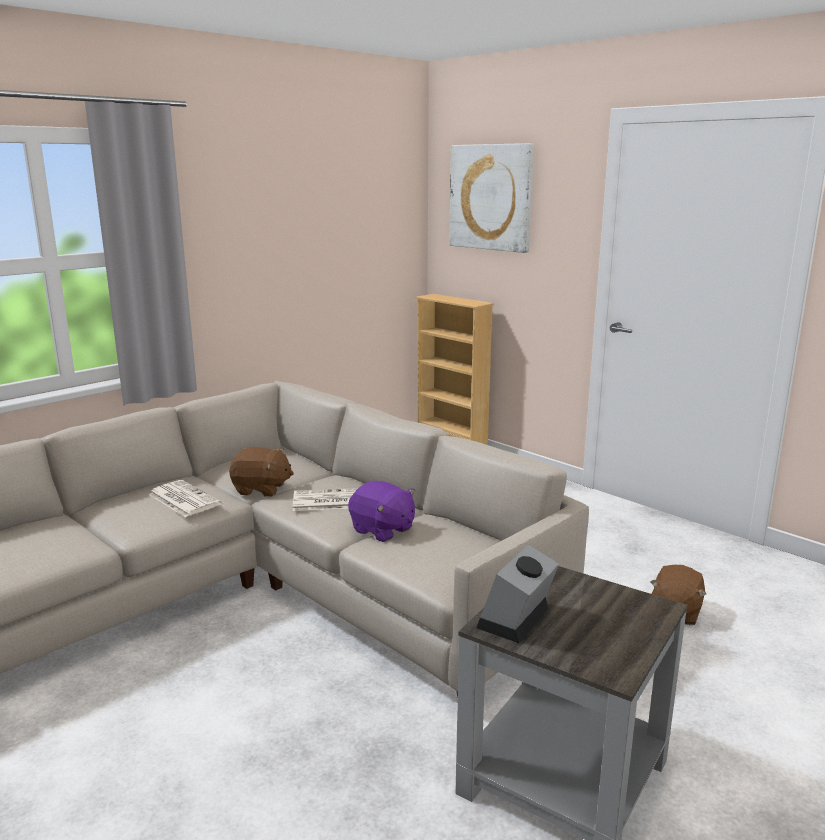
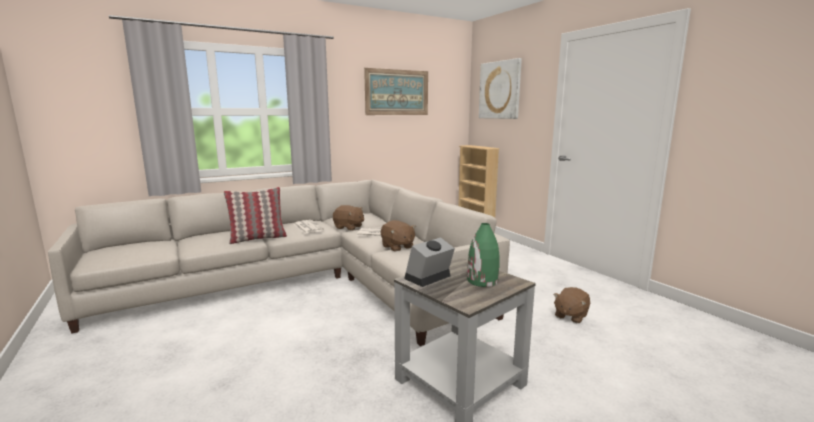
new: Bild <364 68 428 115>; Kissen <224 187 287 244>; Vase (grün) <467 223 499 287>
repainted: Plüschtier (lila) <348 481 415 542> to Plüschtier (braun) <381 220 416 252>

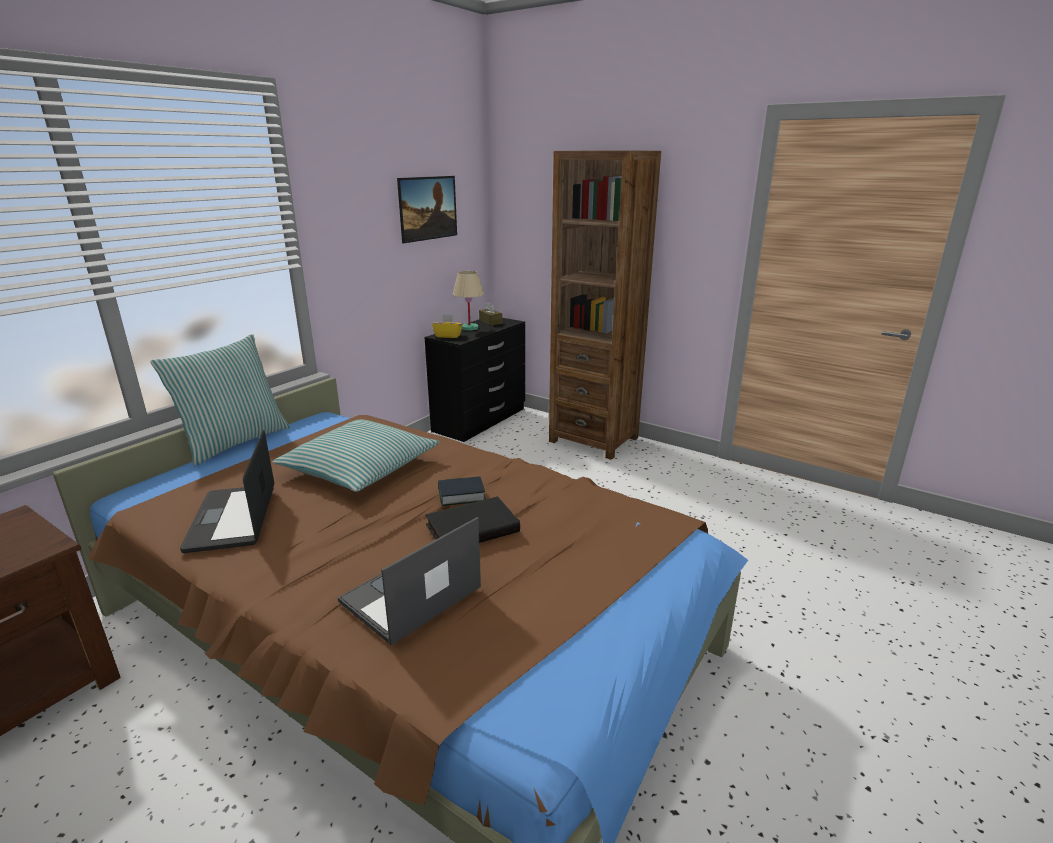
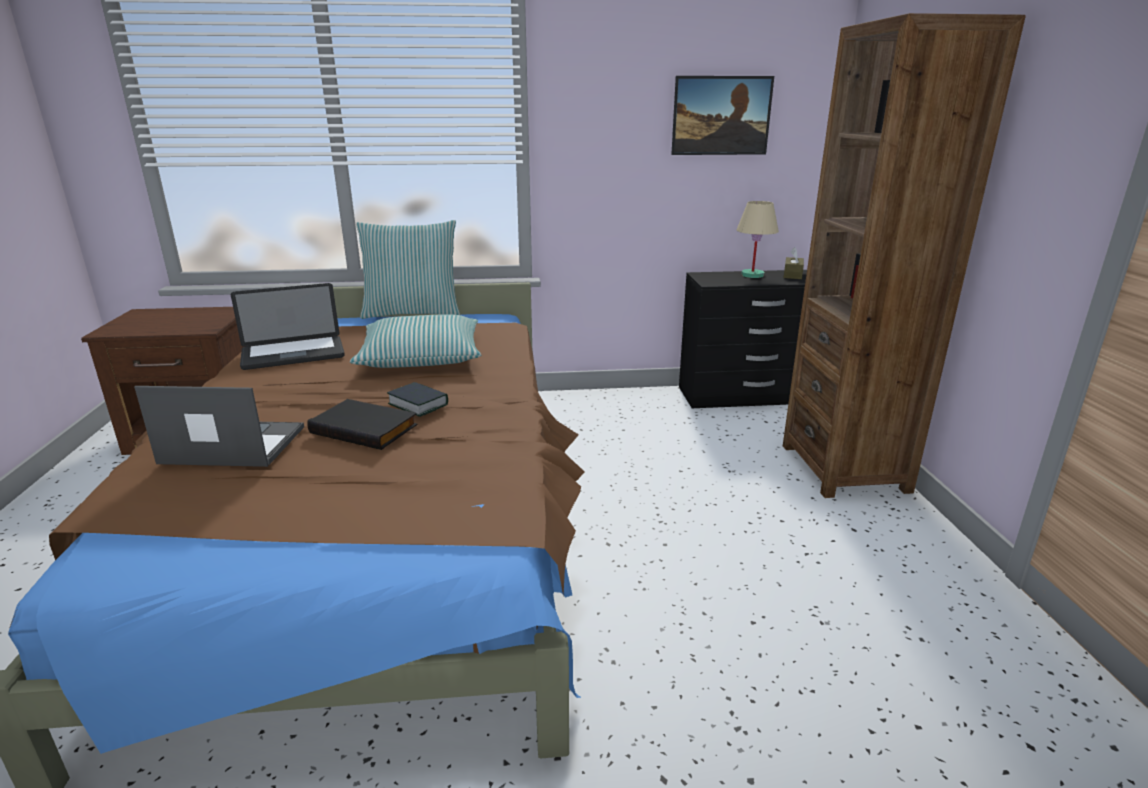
gone: Taschentuchbox (gelb) <432 314 463 338>
rotated: Laptop <180 430 274 553> = <231 283 345 370> 150 degrees counterclockwise

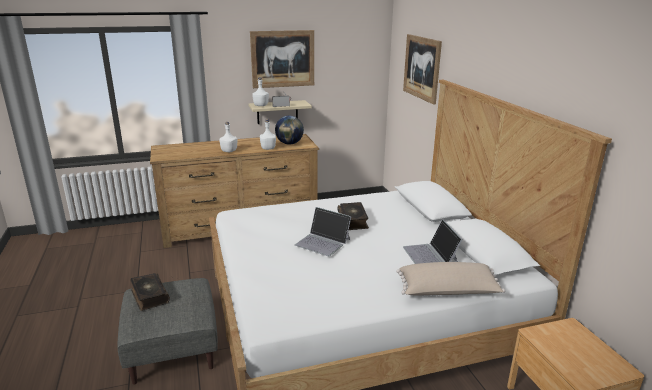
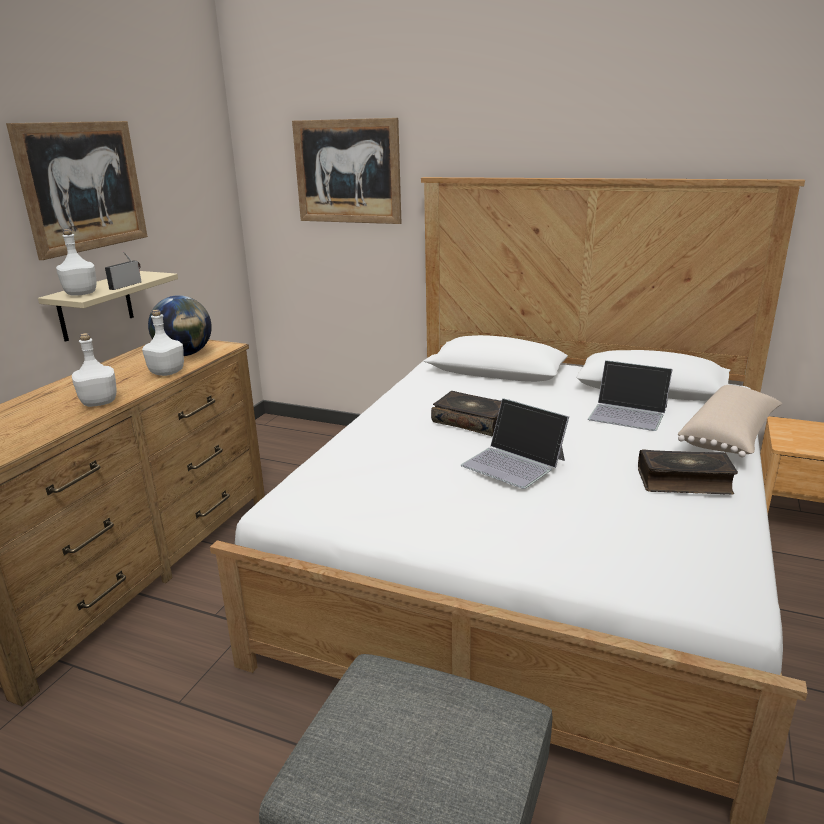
shifted: Buch <131 273 170 311> to <638 449 738 495>
rotated: Laptop <295 207 352 256> = <461 398 569 489> 60 degrees clockwise

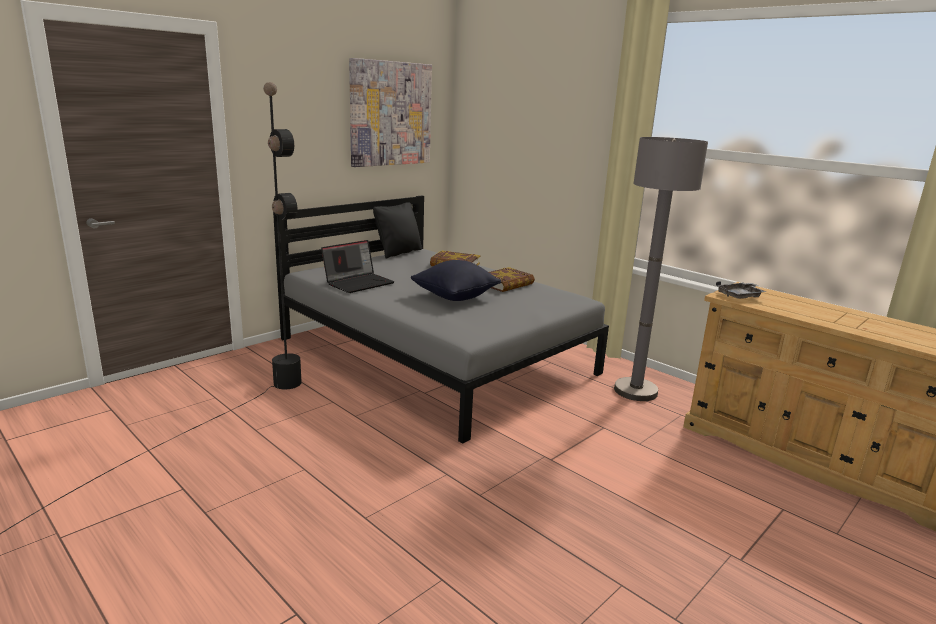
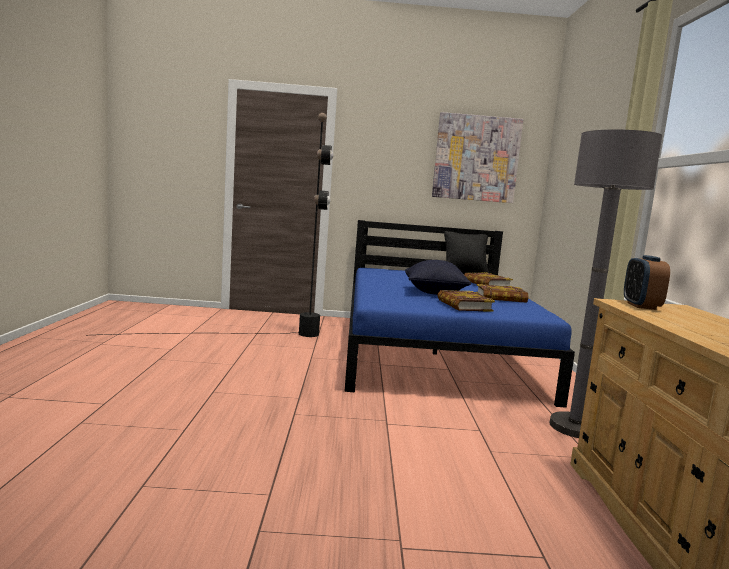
gone: Laptop <321 240 395 293>
new: Buch <437 290 495 312>
swapped: Tablett (grau) <716 281 767 299> to Wecker <624 255 670 310>
repainted: Bett (grau) <273 196 609 444> to Bett (blau) <344 220 575 408>

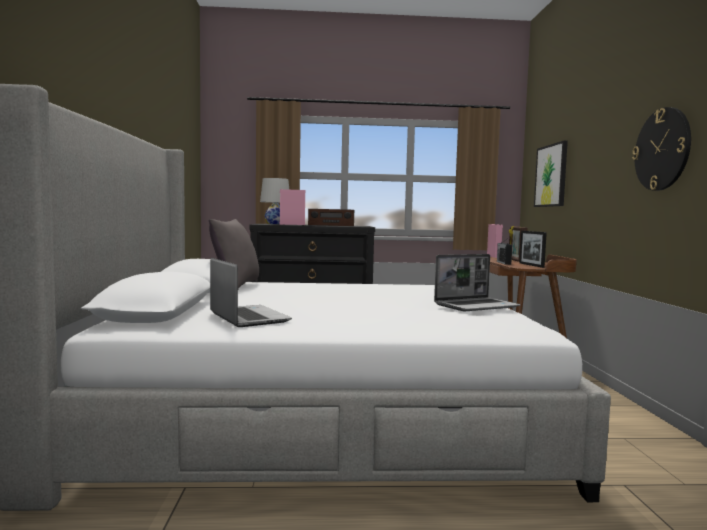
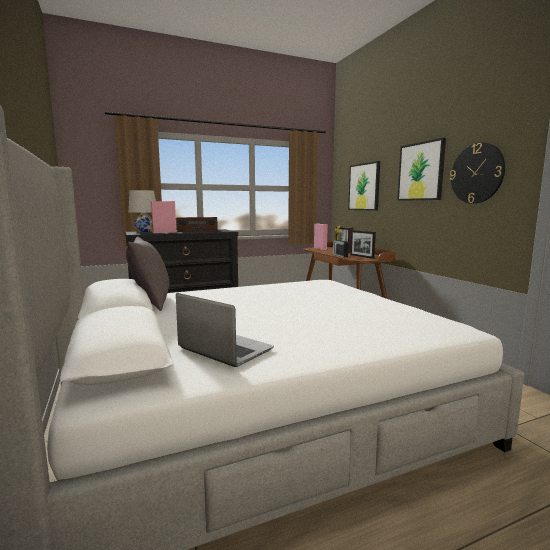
gone: Laptop <434 254 521 311>
new: Bild <397 138 446 201>

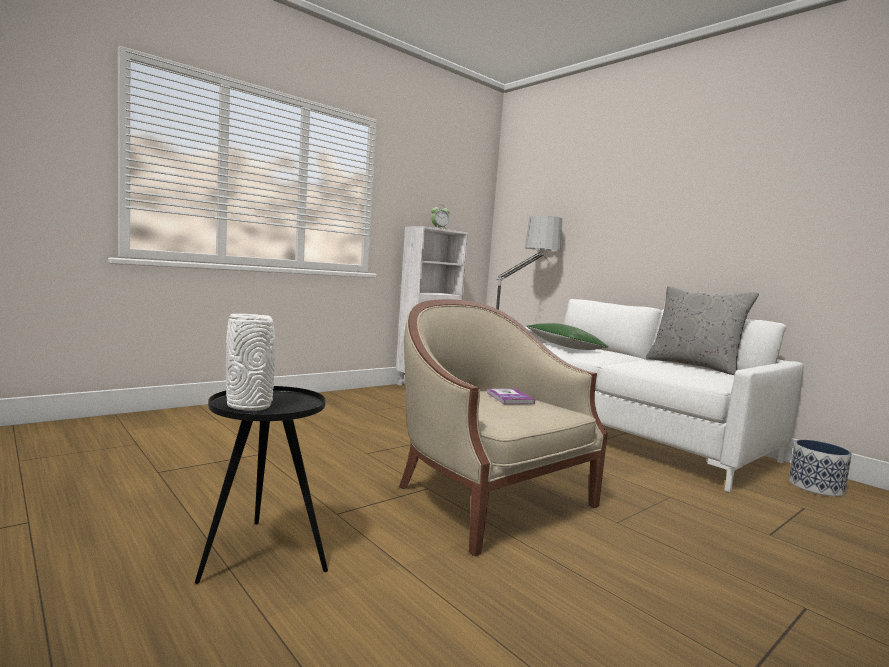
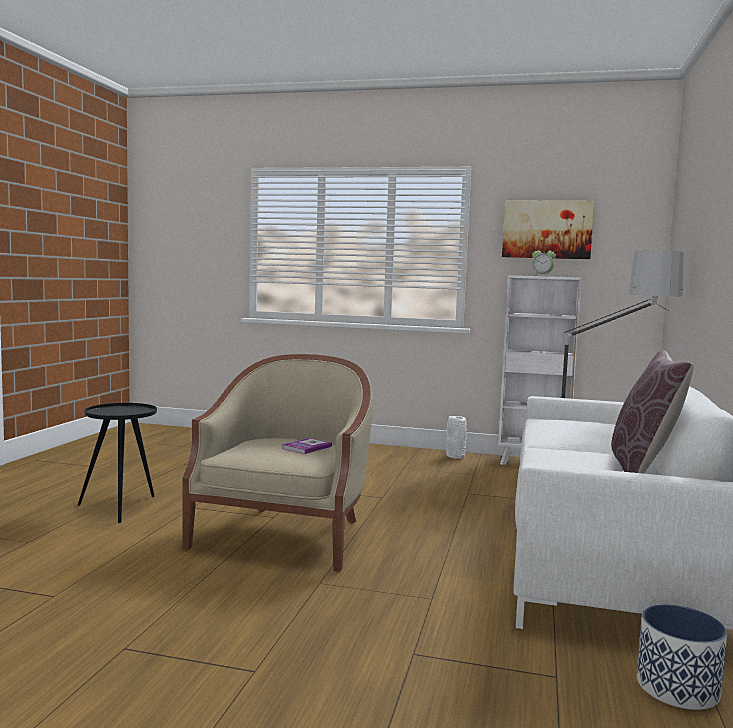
gone: Kissen (grün) <526 323 609 350>
new: Bild <502 200 594 259>
shifted: Vase (weiß) <226 314 275 411> to <446 416 467 459>
repainted: Kissen (grau) <646 286 759 375> to Kissen (braun) <611 350 694 474>

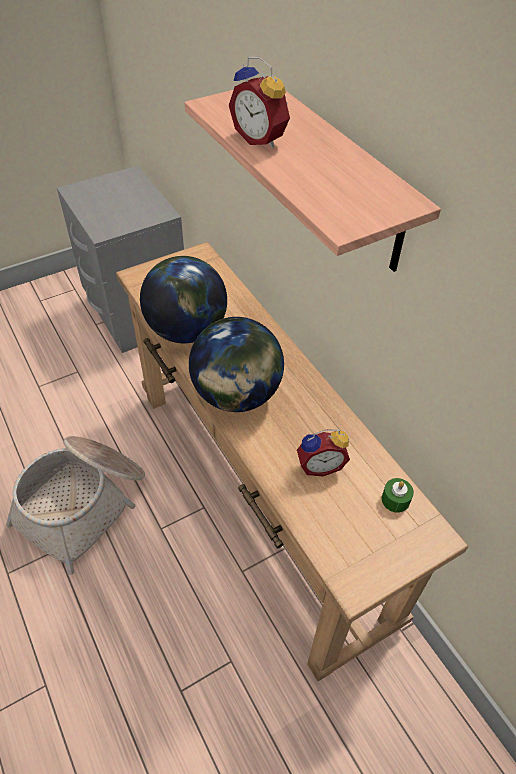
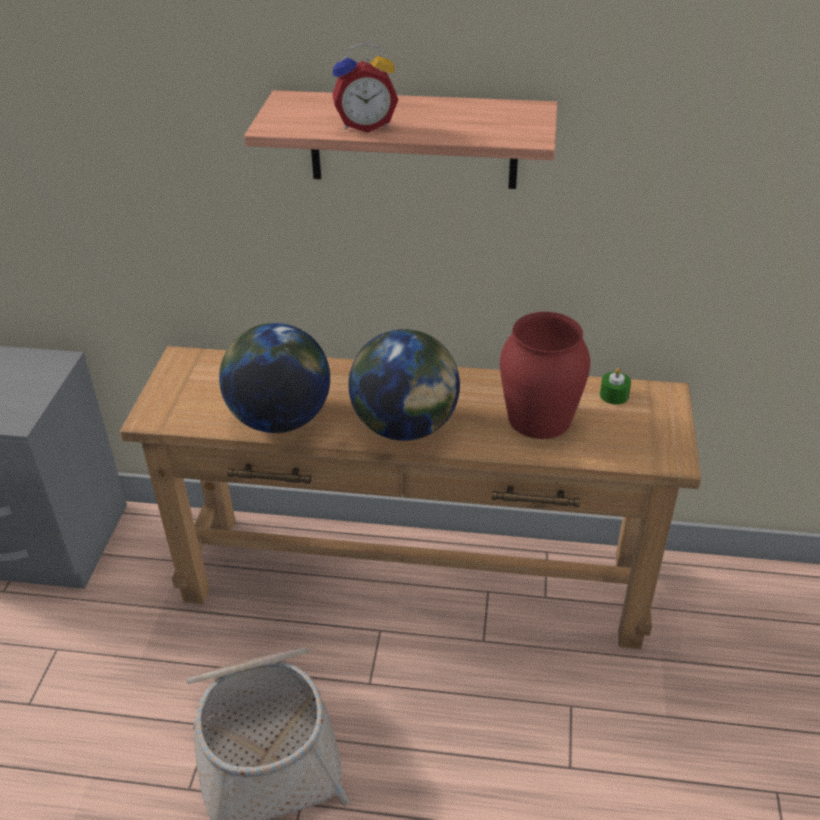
swapped: Wecker <297 429 350 476> to Vase (rot) <500 312 590 439>

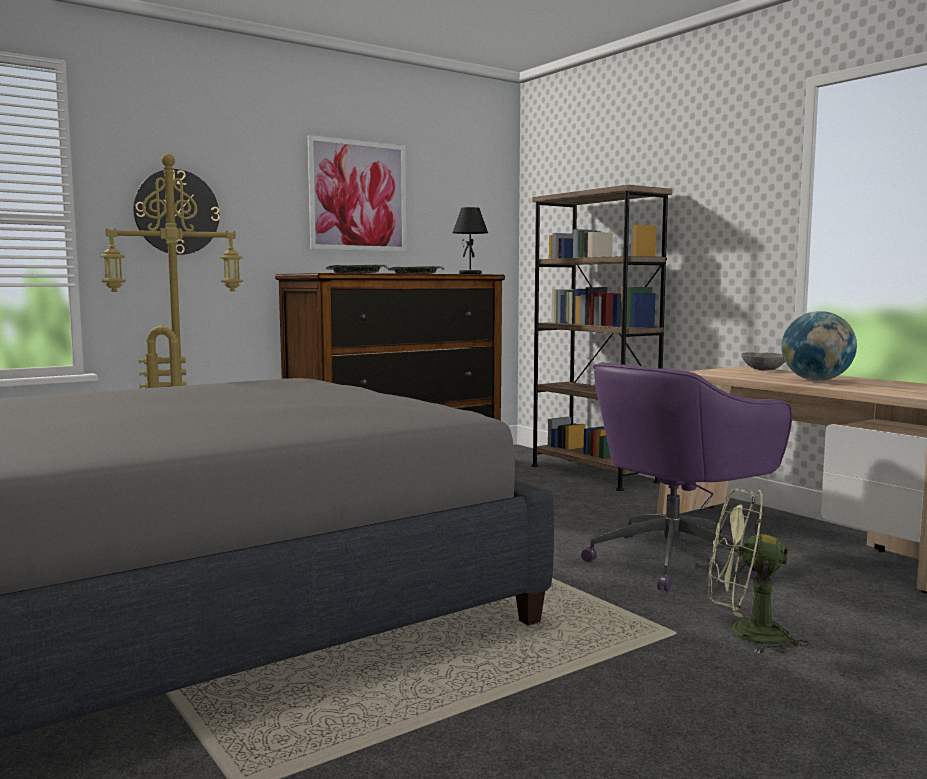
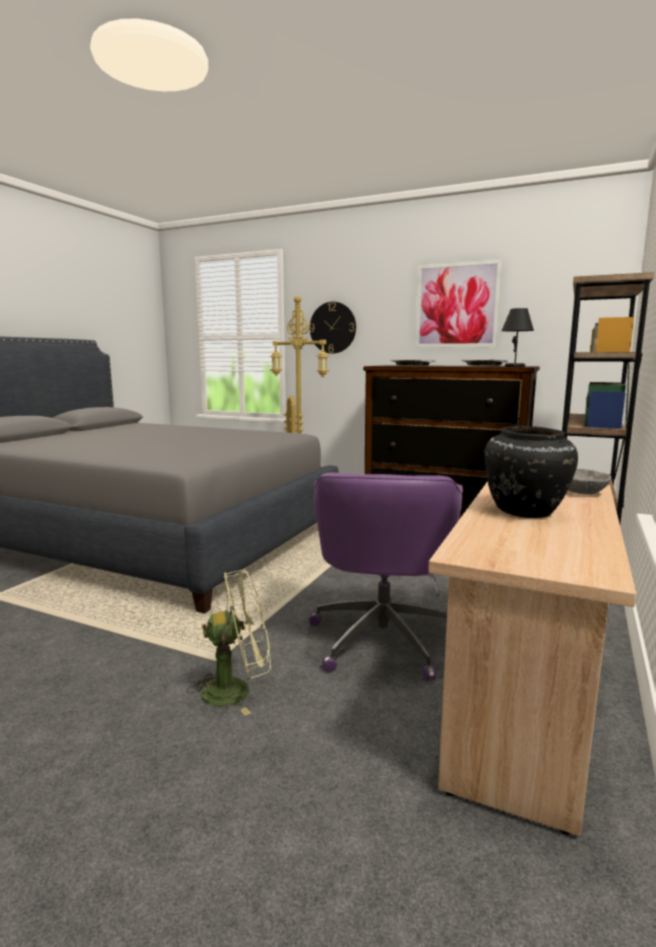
swapped: Globus <781 311 857 381> to Vase (schwarz) <485 426 578 518>
rotated: Bürostuhl (lila) <581 363 792 592> = <309 473 463 681> 105 degrees counterclockwise; Ventilator (grün) <708 488 809 654> = <187 570 271 716> 90 degrees clockwise

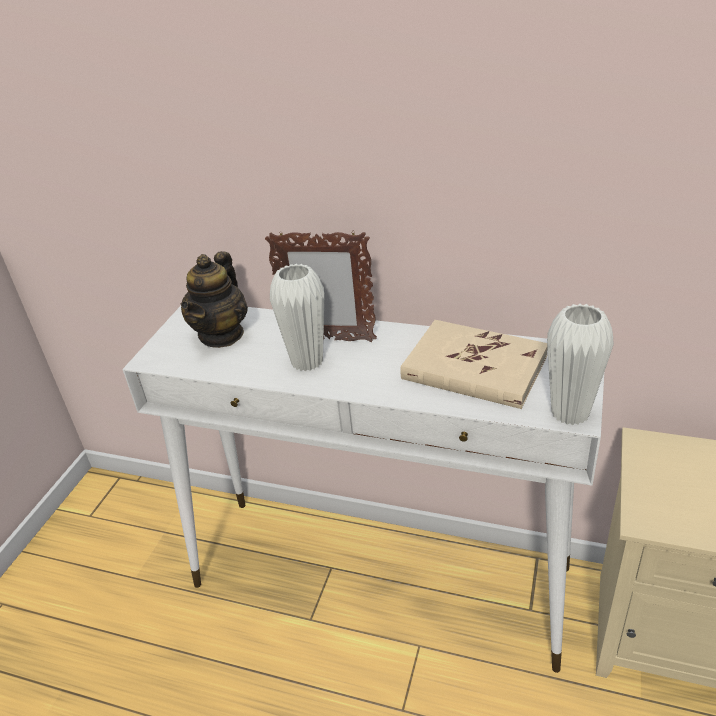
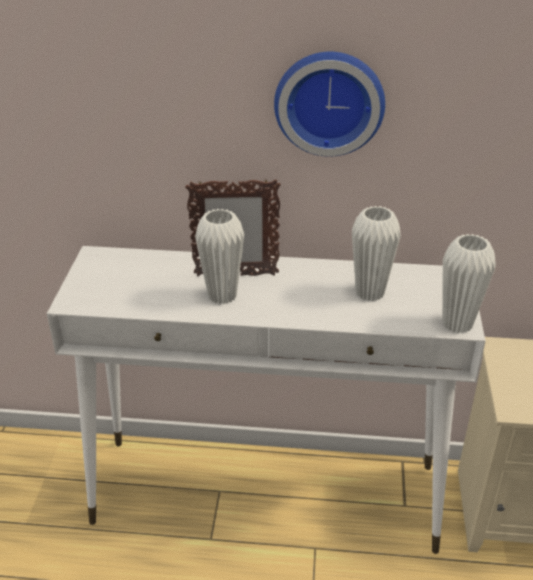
gone: Teekanne <181 251 248 348>
new: Wanduhr <274 52 385 157>
swapped: Buch (beige) <400 320 548 409> to Vase (weiß) <352 206 401 301>

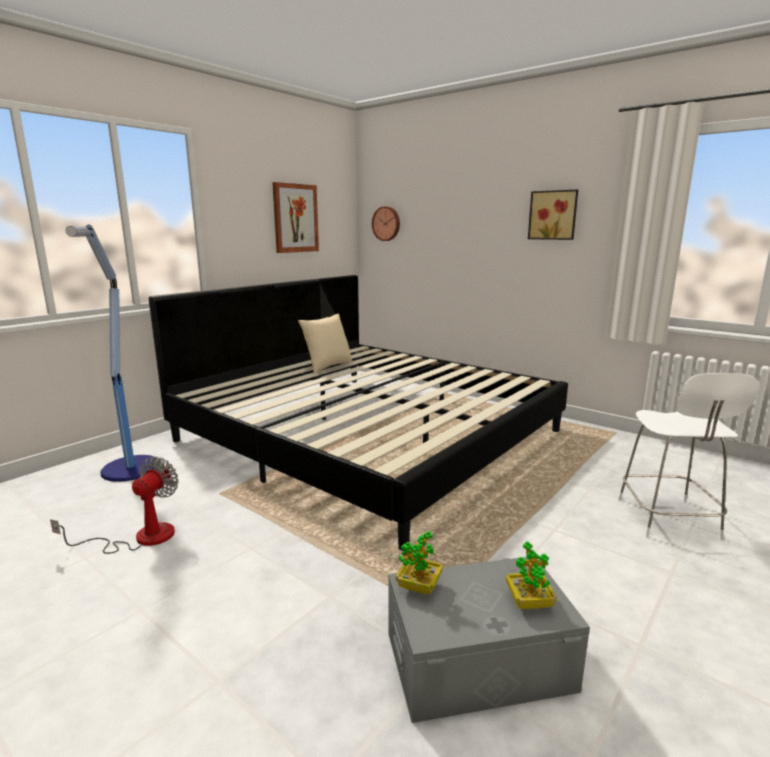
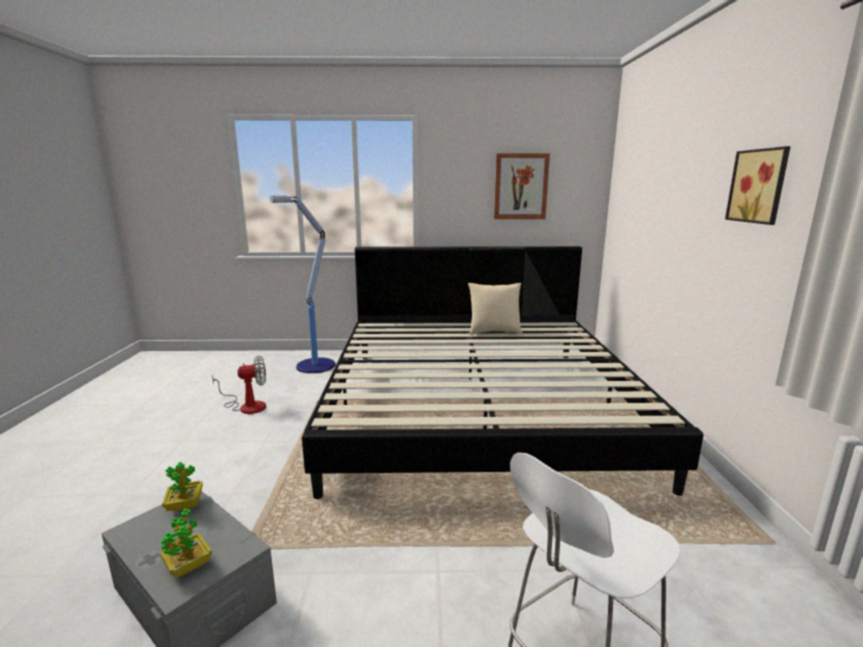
gone: Wanduhr <372 206 400 241>

